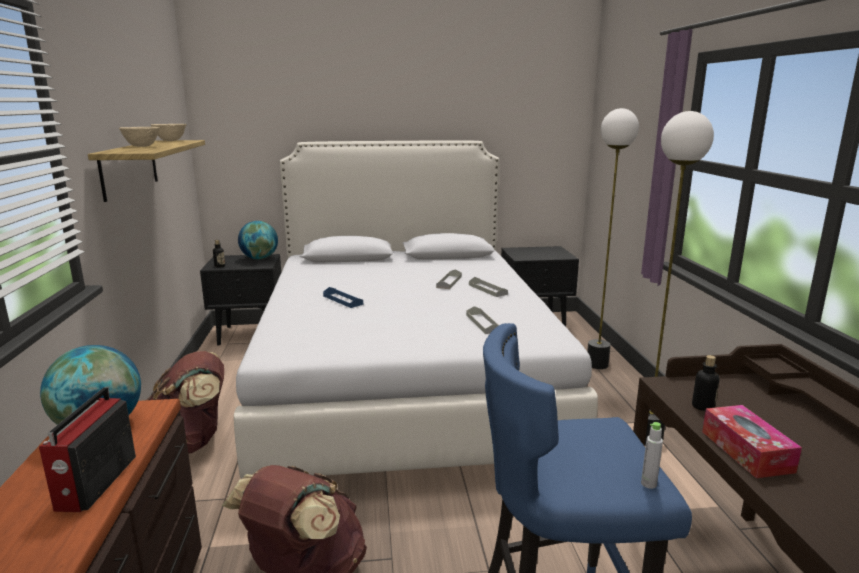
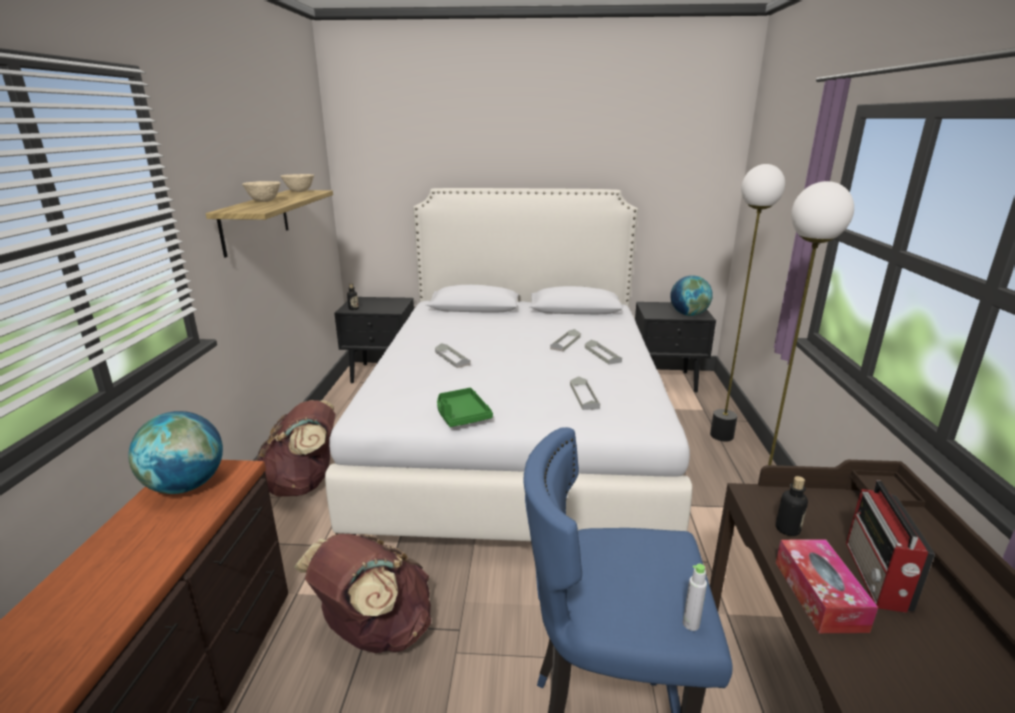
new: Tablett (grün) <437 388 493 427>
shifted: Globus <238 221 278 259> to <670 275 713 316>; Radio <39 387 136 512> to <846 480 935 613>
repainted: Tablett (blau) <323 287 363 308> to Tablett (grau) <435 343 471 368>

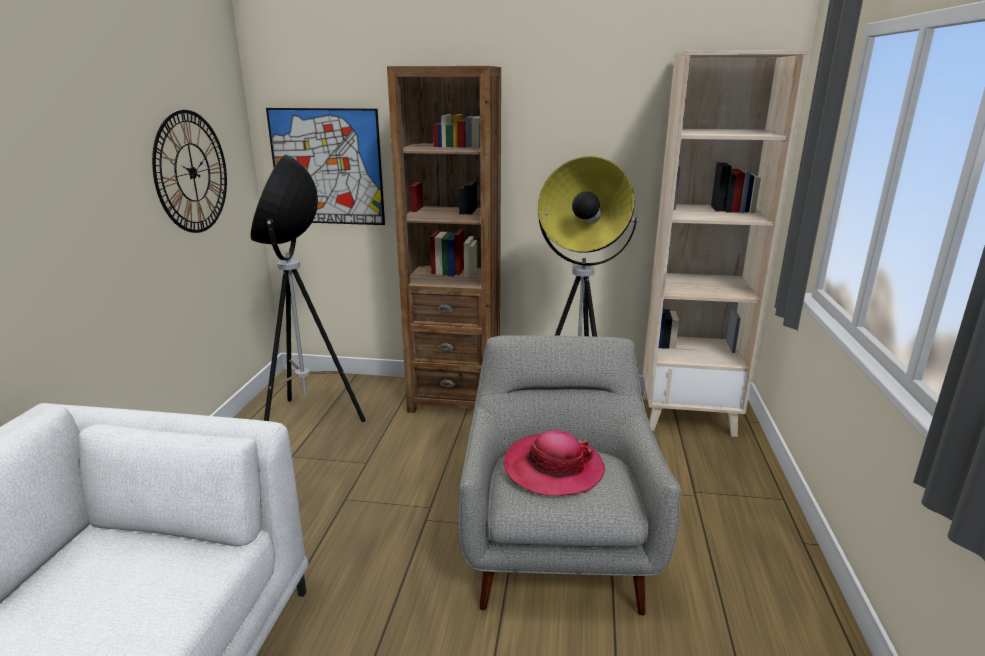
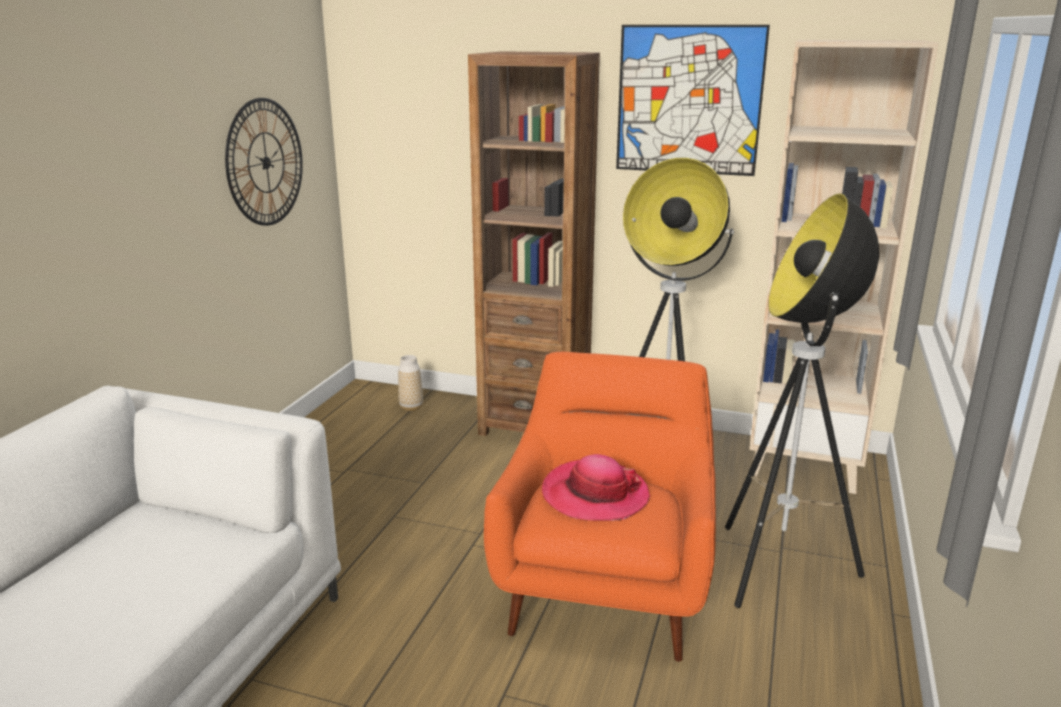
new: Vase <398 355 423 411>
shifted: Bild <266 108 385 225> to <616 25 770 176>; Stehlampe <251 154 366 422> to <725 193 879 608>
repainted: Sessel (grau) <458 335 681 616> to Sessel (orange) <484 352 716 662>

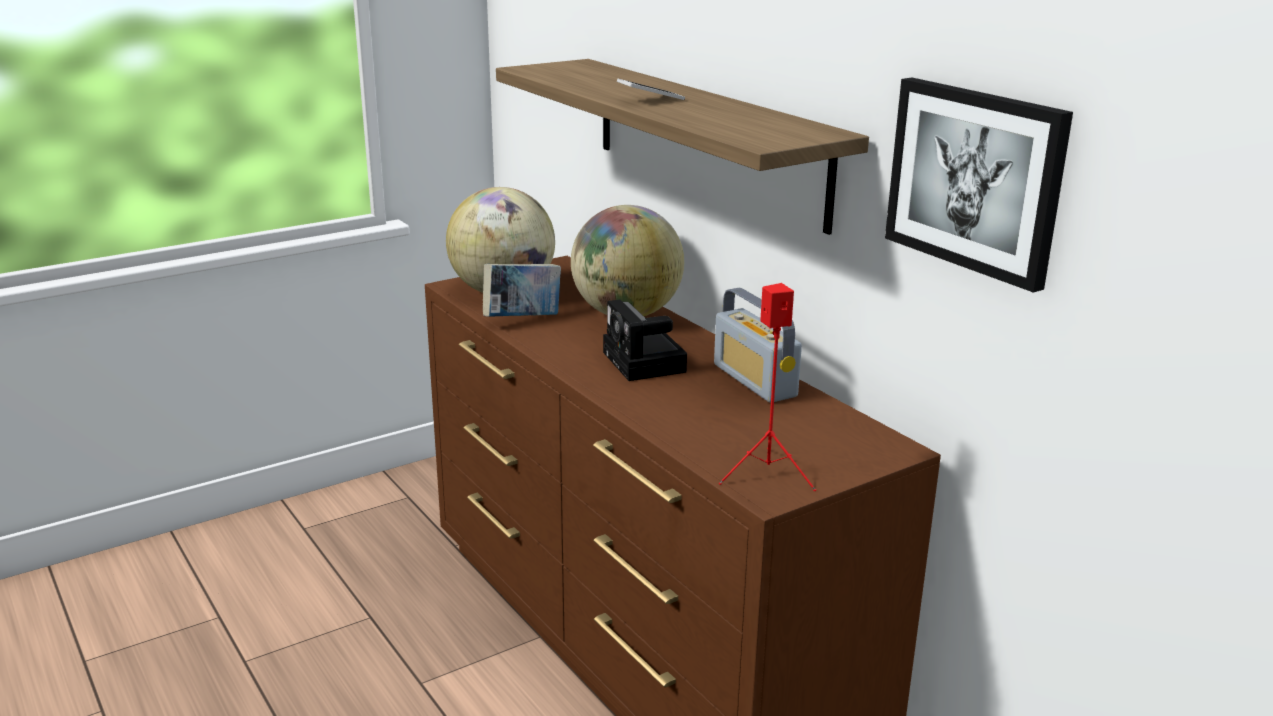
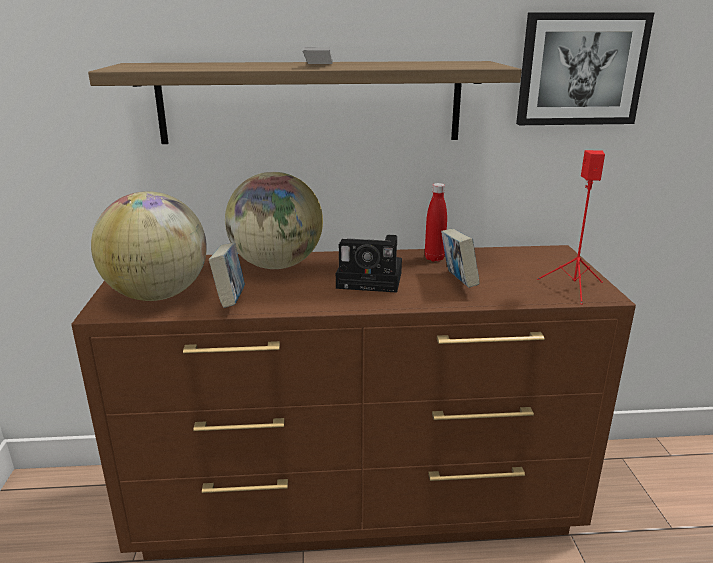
new: Buch <441 229 480 288>
swapped: Radio <714 288 802 403> to Flasche (rot) <425 183 447 262>

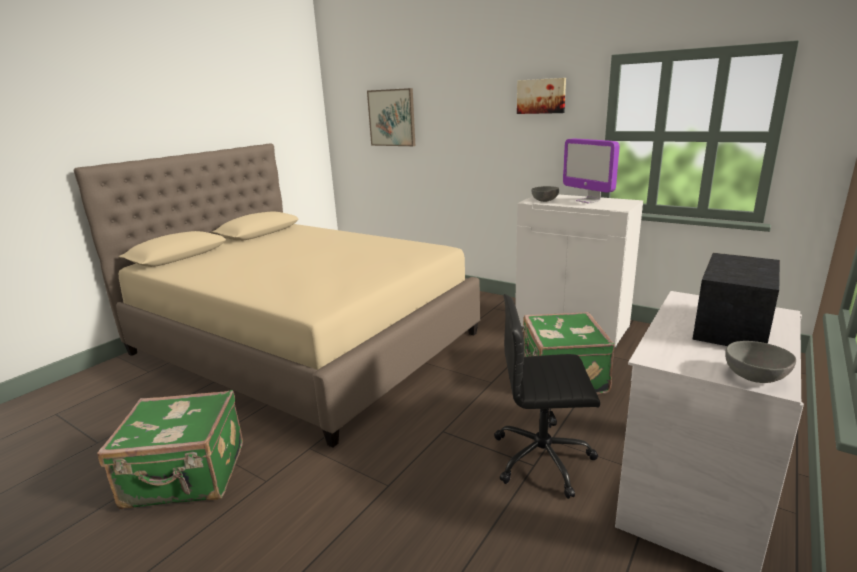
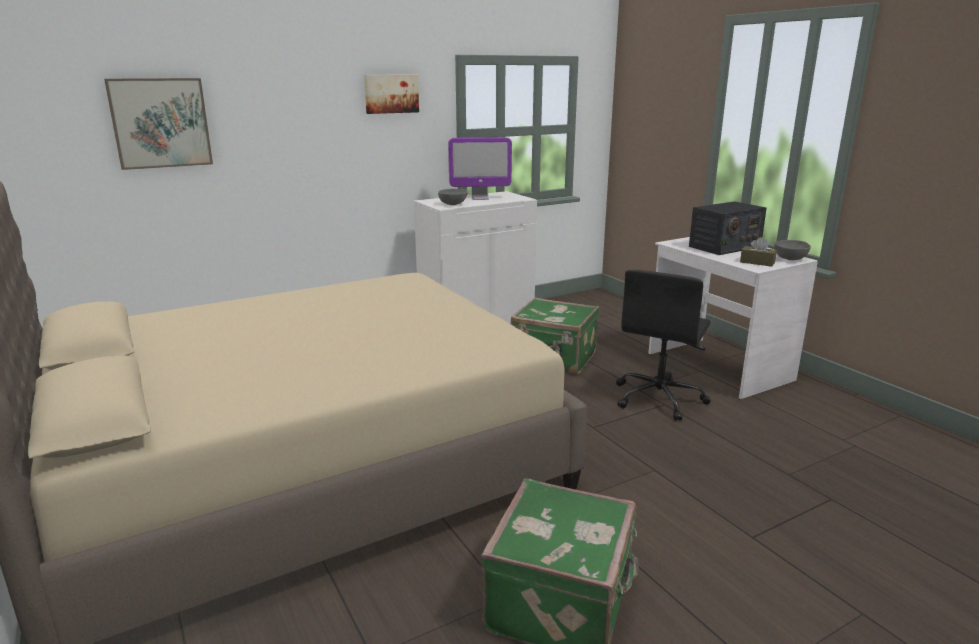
new: Taschentuchbox (braun) <740 237 777 267>
rotated: Radio <692 253 780 346> = <689 201 767 255> 90 degrees counterclockwise

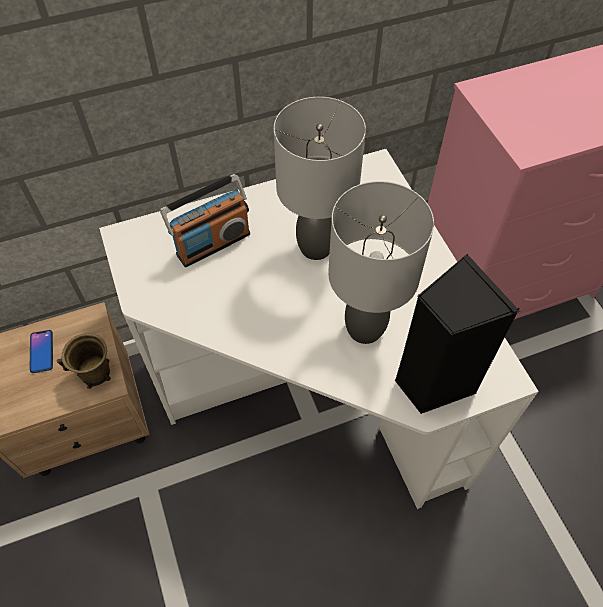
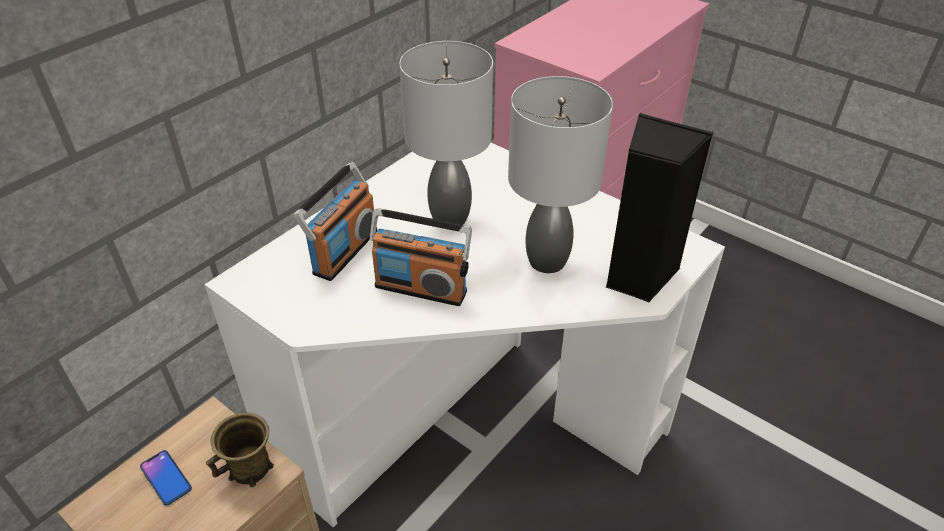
new: Radio <369 208 472 306>

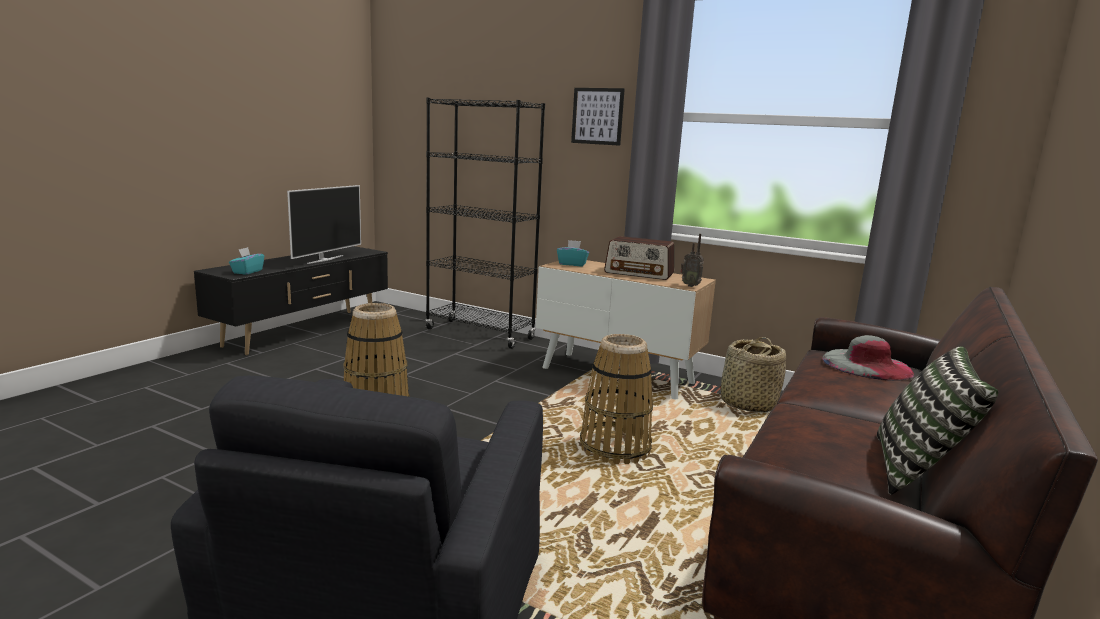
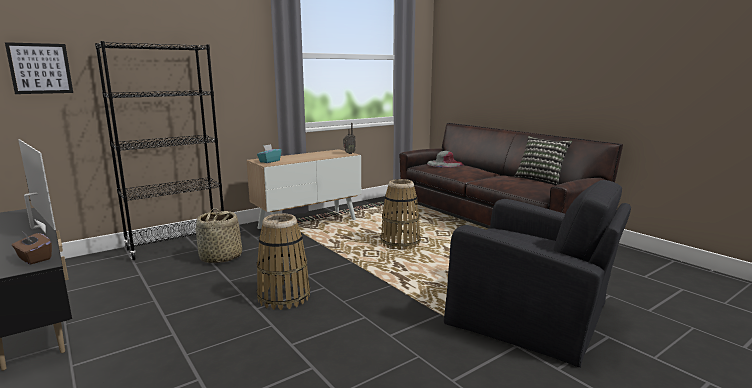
gone: Radio <604 236 674 280>
shifted: Bild <571 88 625 146> to <5 42 73 94>; Korb <720 337 786 413> to <196 208 242 263>
repainted: Taschentuchbox (türkis) <229 247 264 275> to Taschentuchbox (braun) <12 232 52 265>

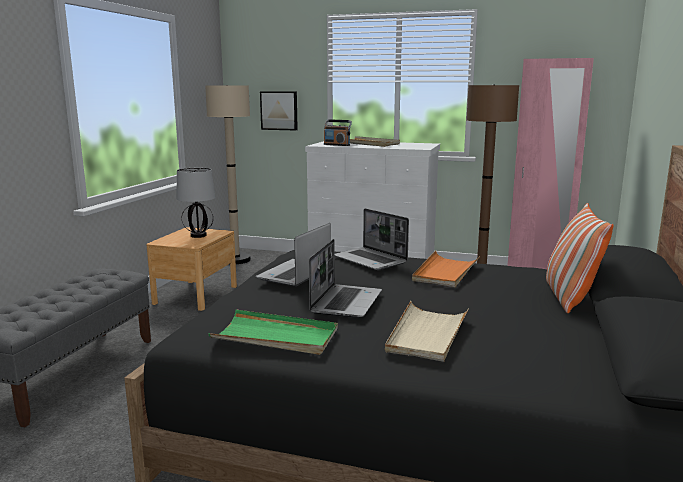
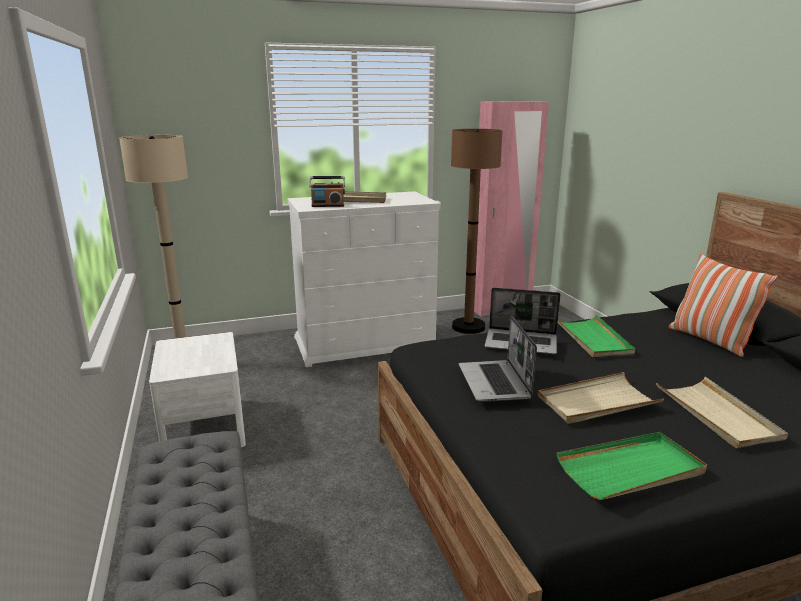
gone: Bild <260 91 298 130>; Tischlampe <176 168 215 238>
swapped: Laptop <309 239 382 318> to Tablett (beige) <538 372 664 424>
repainted: Nachttisch (braun) <146 227 237 311> to Nachttisch (weiß) <149 332 246 447>; Tablett (orange) <412 251 480 287> to Tablett (grün) <558 314 635 357>

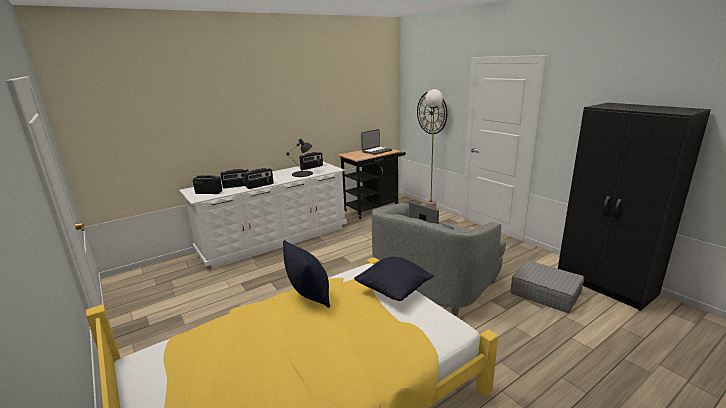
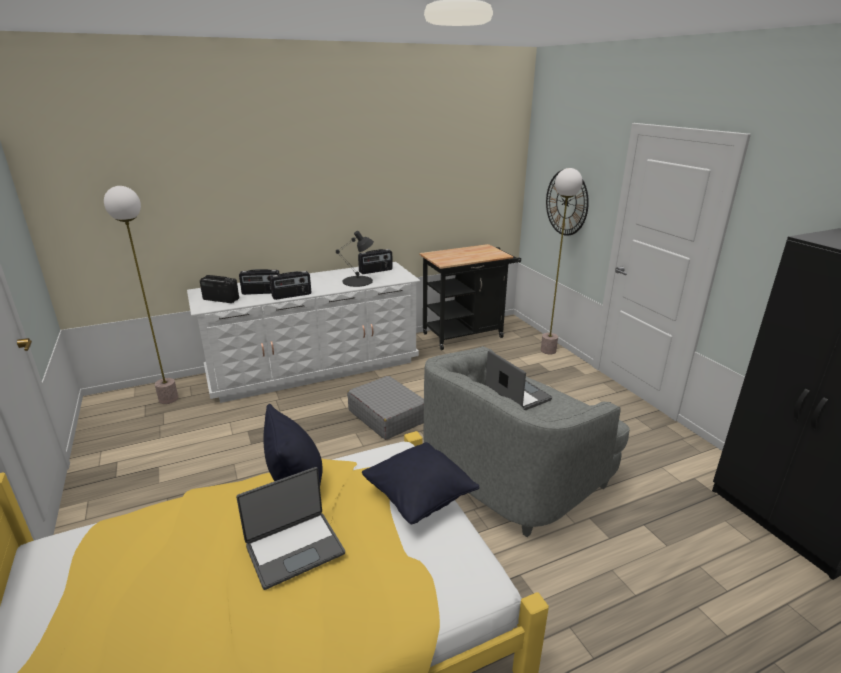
new: Stehlampe <104 186 178 404>
shifted: Laptop <361 129 392 155> to <236 467 345 590>; Koffer (grau) <510 260 584 313> to <347 376 424 440>

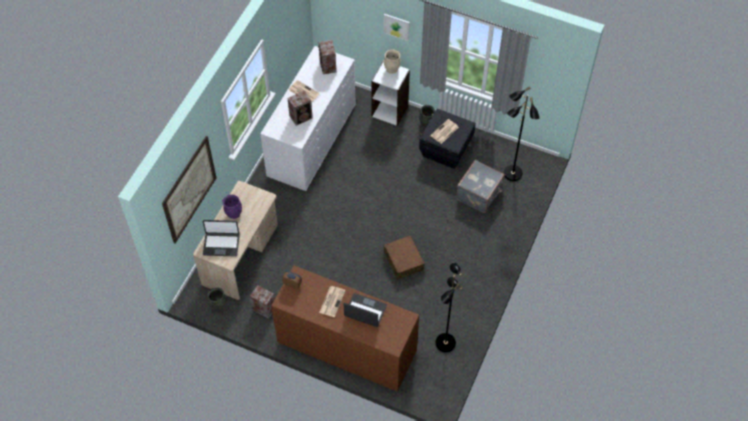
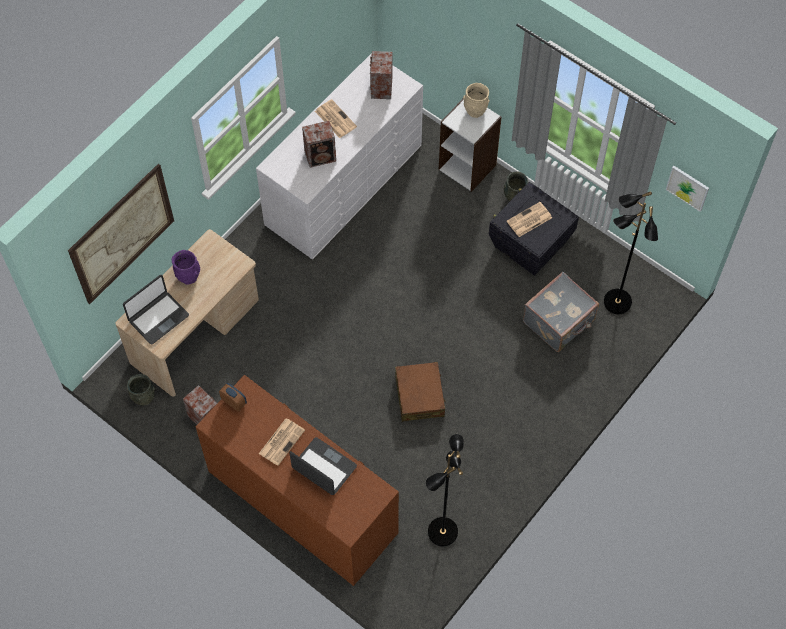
shifted: Bild <384 14 410 41> to <666 166 709 212>
rotated: Laptop <202 220 240 256> = <123 275 189 345> 60 degrees counterclockwise

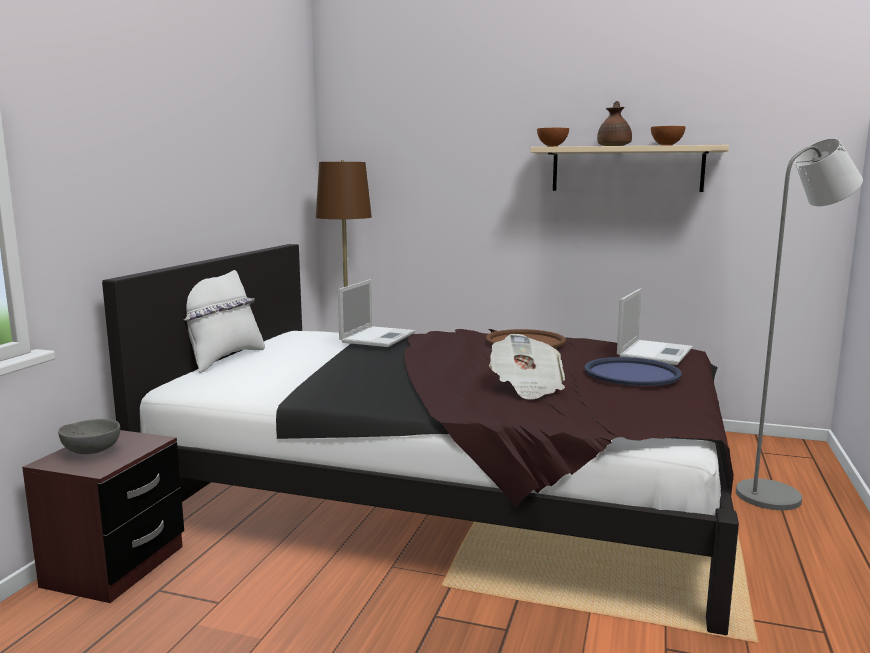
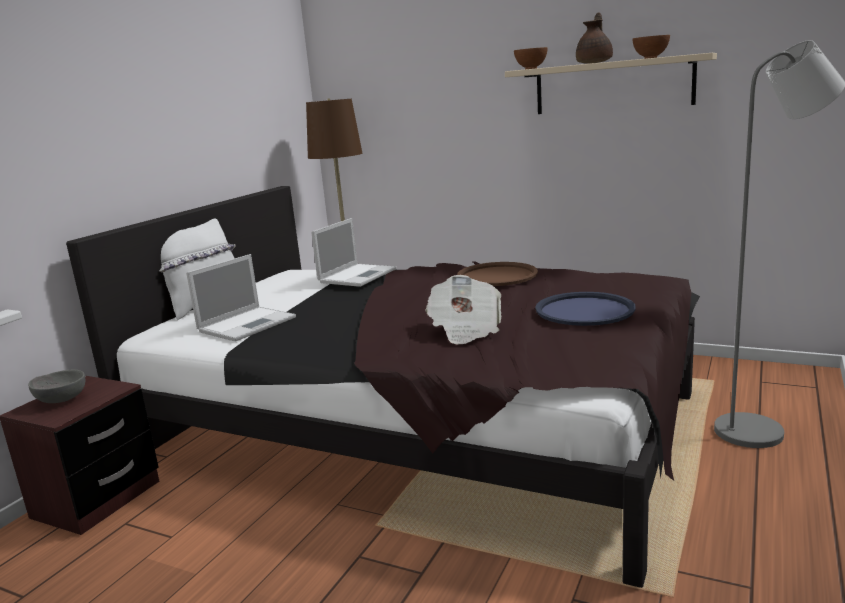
shifted: Laptop <617 288 693 365> to <186 254 296 342>

